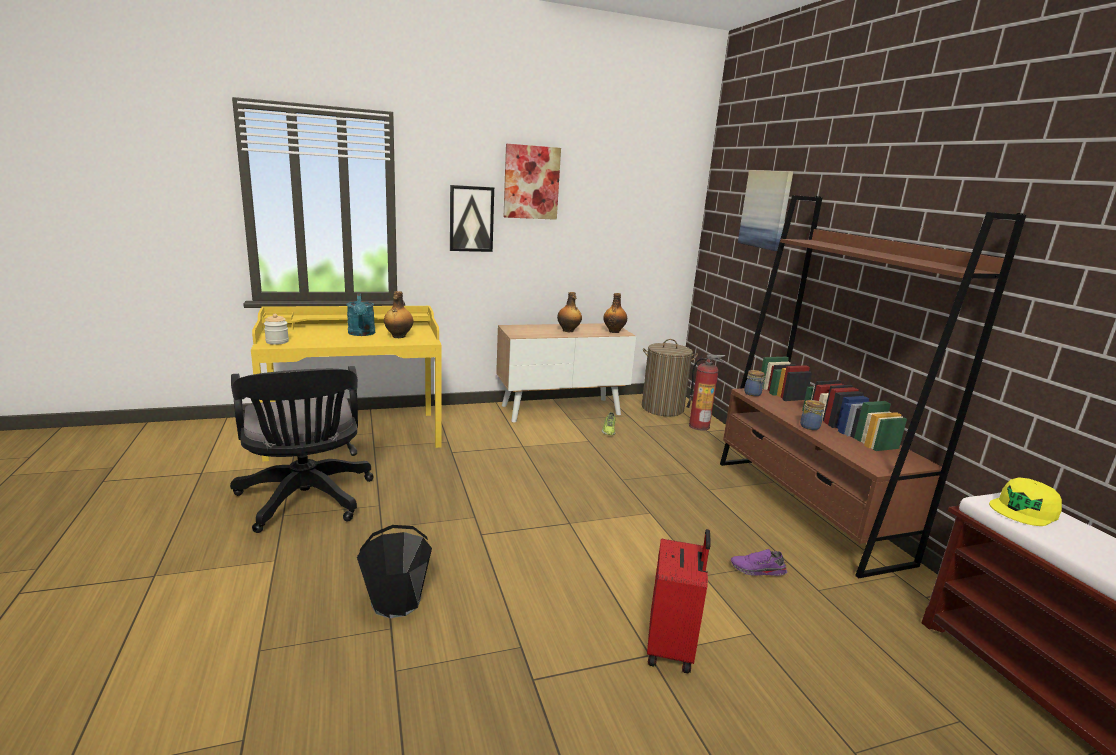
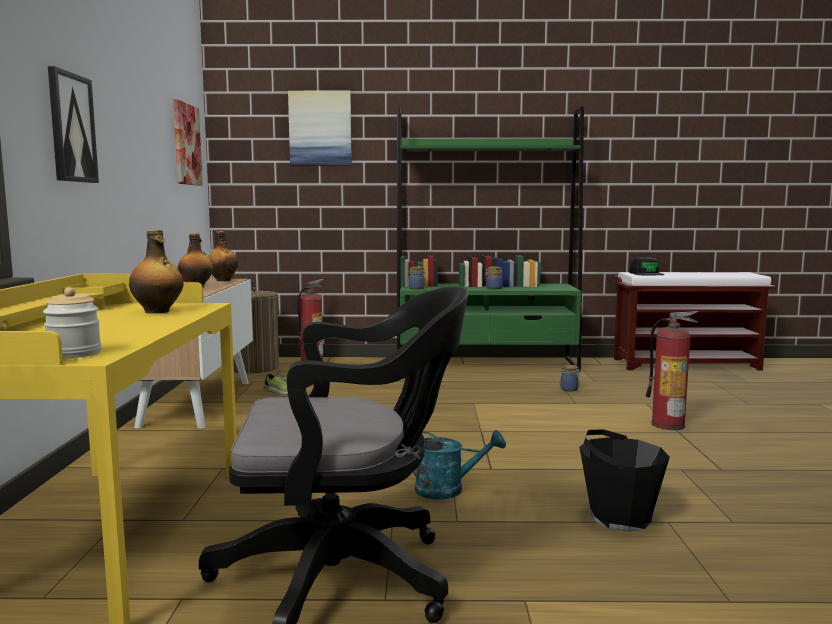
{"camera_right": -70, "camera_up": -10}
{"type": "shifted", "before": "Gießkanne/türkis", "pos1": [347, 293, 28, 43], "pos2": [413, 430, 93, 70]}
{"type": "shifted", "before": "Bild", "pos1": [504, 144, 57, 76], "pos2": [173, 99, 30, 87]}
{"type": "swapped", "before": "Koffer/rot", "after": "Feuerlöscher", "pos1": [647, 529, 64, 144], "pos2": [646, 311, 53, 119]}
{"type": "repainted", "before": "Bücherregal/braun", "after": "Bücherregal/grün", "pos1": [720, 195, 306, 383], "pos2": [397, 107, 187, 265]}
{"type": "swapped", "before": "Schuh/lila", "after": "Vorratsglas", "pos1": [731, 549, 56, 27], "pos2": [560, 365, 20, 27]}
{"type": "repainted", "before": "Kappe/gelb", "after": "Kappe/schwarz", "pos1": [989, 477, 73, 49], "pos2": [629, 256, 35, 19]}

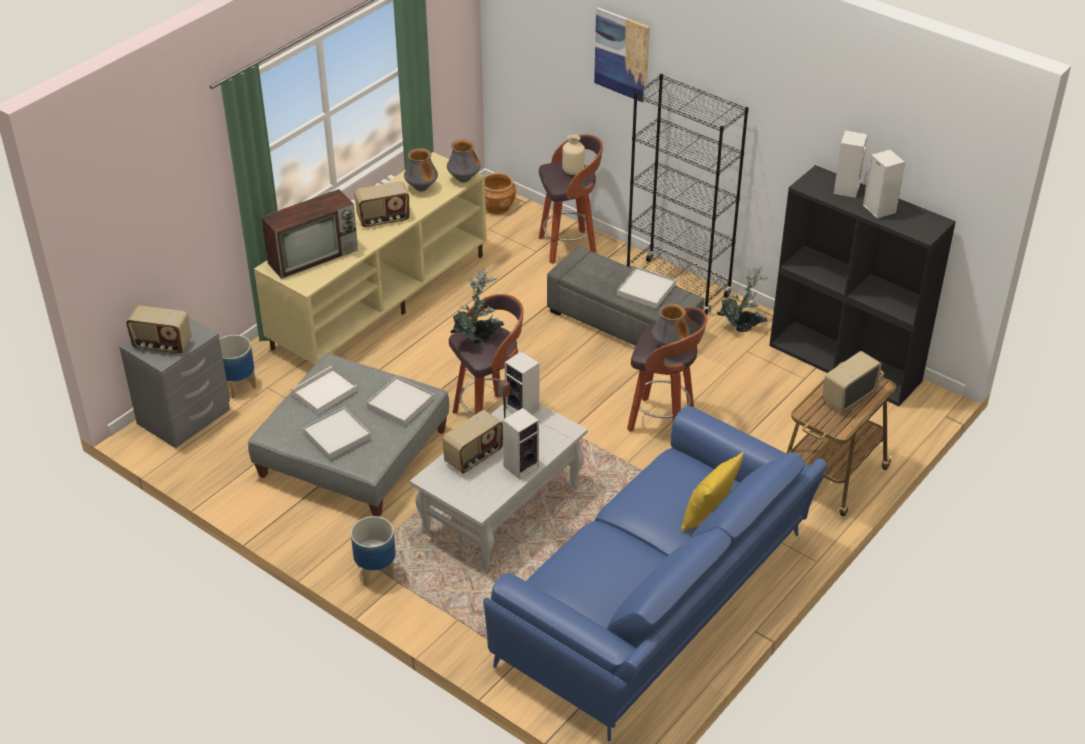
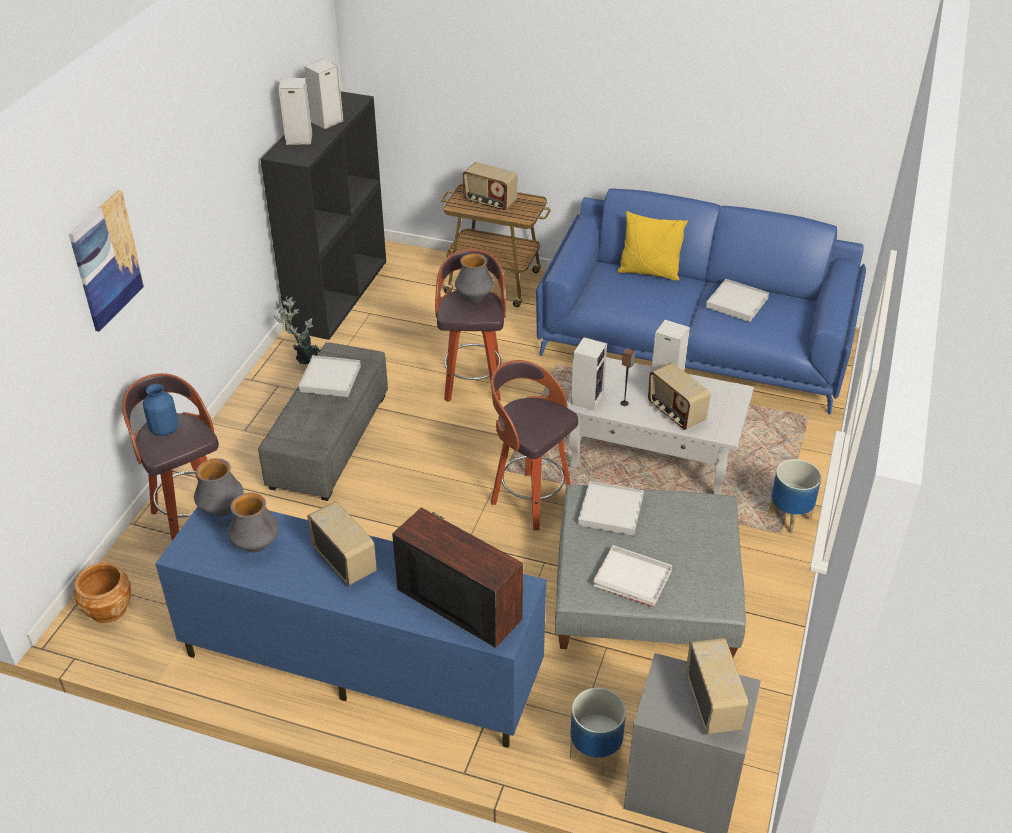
{"camera_right": -110, "camera_up": 0}
{"type": "repainted", "before": "Fernsehschrank/beige", "after": "Fernsehschrank/blau", "pos1": [254, 152, 233, 213], "pos2": [155, 507, 391, 241]}
{"type": "shifted", "before": "Tablett/weiß", "pos1": [303, 407, 68, 52], "pos2": [706, 279, 63, 43]}
{"type": "rotated", "before": "Radio", "pos1": [442, 410, 61, 64], "pos2": [648, 363, 63, 67], "turn": -150}
{"type": "gone", "before": "Topfpflanze", "pos1": [450, 268, 54, 77]}
{"type": "repainted", "before": "Vase/beige", "after": "Vase/blau", "pos1": [562, 134, 23, 41], "pos2": [143, 384, 35, 52]}
{"type": "gone", "before": "Bücherregal/schwarz", "pos1": [627, 74, 122, 240]}

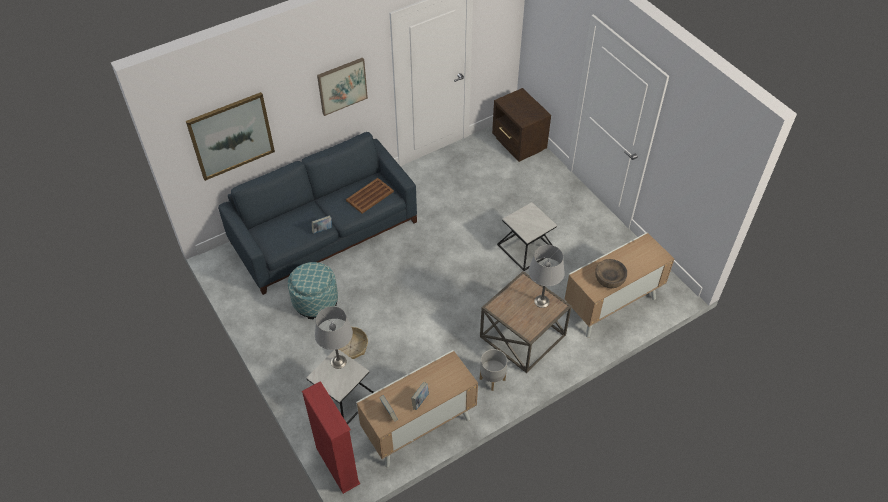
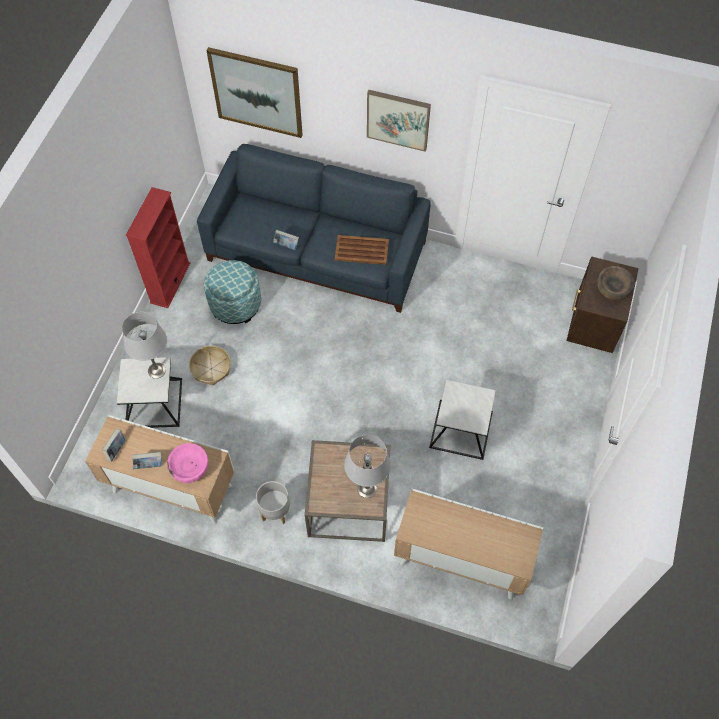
{"camera_right": 50, "camera_up": 10}
{"type": "shifted", "before": "Bücherregal/rot", "pos1": [302, 381, 58, 113], "pos2": [126, 187, 64, 121]}
{"type": "shifted", "before": "Schüssel/braun", "pos1": [595, 259, 32, 29], "pos2": [597, 266, 38, 34]}
{"type": "new", "after": "Schüssel/rosa", "pos2": [167, 443, 42, 40]}

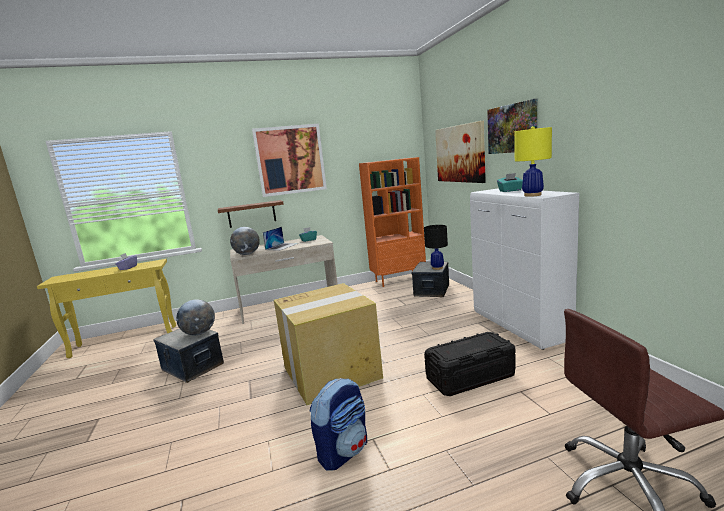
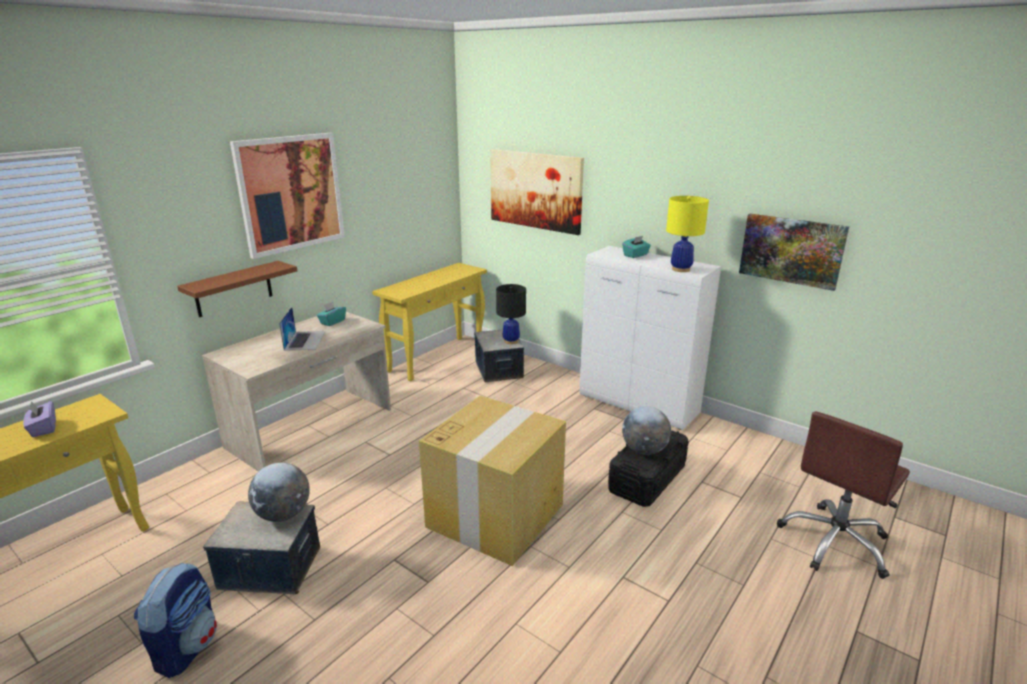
{"camera_right": -35, "camera_up": 10}
{"type": "shifted", "before": "Globus", "pos1": [230, 227, 30, 28], "pos2": [622, 406, 49, 49]}
{"type": "shifted", "before": "Rucksack", "pos1": [310, 378, 57, 92], "pos2": [134, 563, 83, 115]}
{"type": "swapped", "before": "Bücherregal/orange", "after": "Konsolentisch/gelb", "pos1": [359, 157, 67, 130], "pos2": [372, 263, 115, 119]}
{"type": "shifted", "before": "Bild", "pos1": [487, 99, 50, 55], "pos2": [739, 214, 110, 77]}

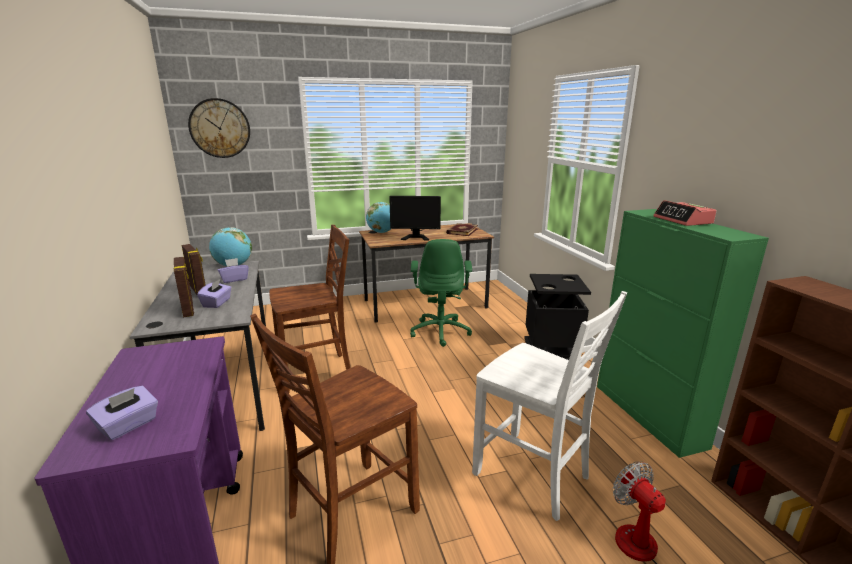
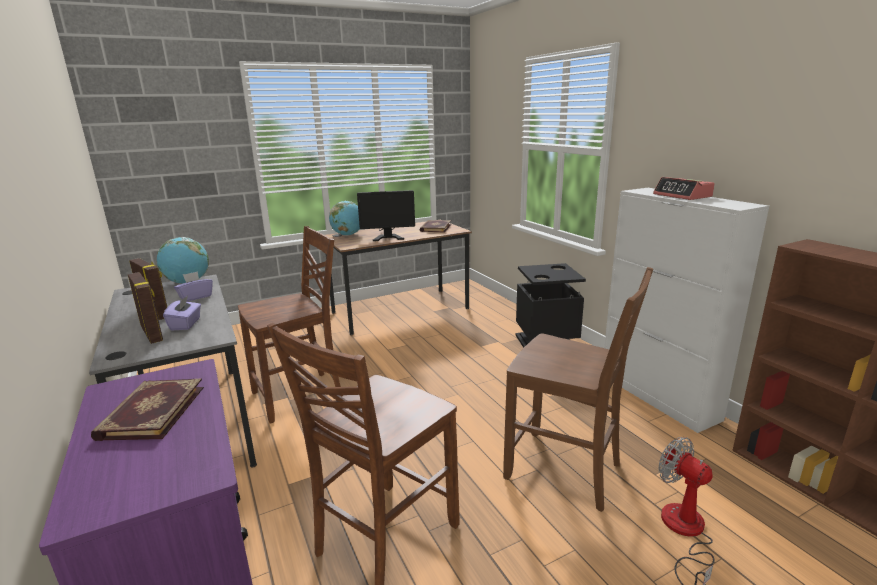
{"camera_right": -10, "camera_up": 0}
{"type": "gone", "before": "Taschentuchbox/lila", "pos1": [86, 386, 72, 54]}
{"type": "gone", "before": "Wanduhr", "pos1": [188, 98, 62, 60]}
{"type": "gone", "before": "Bürostuhl/grün", "pos1": [410, 239, 62, 108]}
{"type": "repainted", "before": "Stuhl/weiß", "after": "Stuhl/braun", "pos1": [472, 291, 155, 230], "pos2": [503, 267, 150, 245]}
{"type": "repainted", "before": "Schrank/grün", "after": "Schrank/weiß", "pos1": [597, 209, 172, 249], "pos2": [604, 188, 165, 245]}
{"type": "new", "after": "Buch", "pos2": [91, 379, 113, 62]}

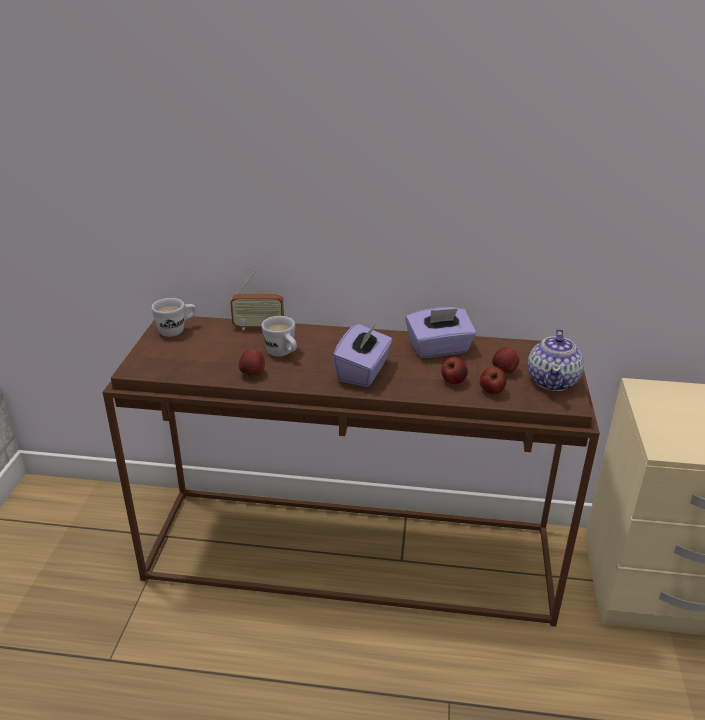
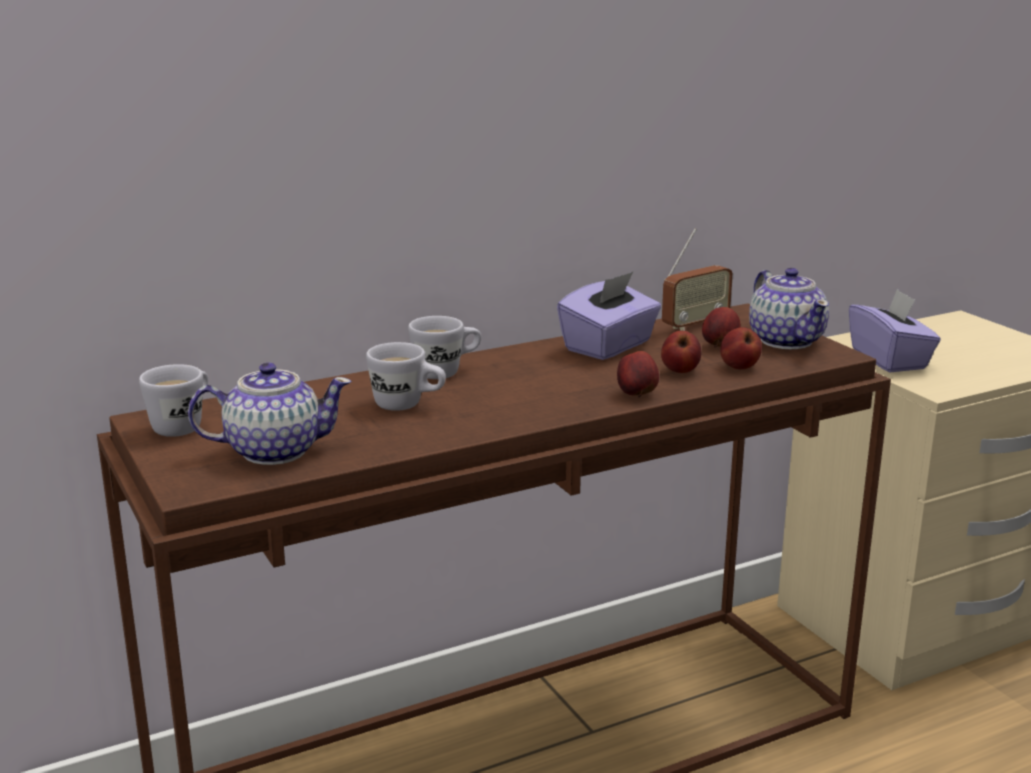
{"camera_right": -35, "camera_up": -10}
{"type": "shifted", "before": "Radio", "pos1": [230, 268, 54, 63], "pos2": [662, 229, 71, 102]}
{"type": "shifted", "before": "Apfel", "pos1": [239, 350, 26, 26], "pos2": [617, 351, 42, 46]}
{"type": "shifted", "before": "Taschentuchbox/lila", "pos1": [333, 324, 59, 63], "pos2": [849, 289, 92, 83]}
{"type": "new", "after": "Teekanne", "pos2": [188, 362, 164, 103]}
{"type": "new", "after": "Henkelbecher/weiß", "pos2": [408, 316, 73, 63]}

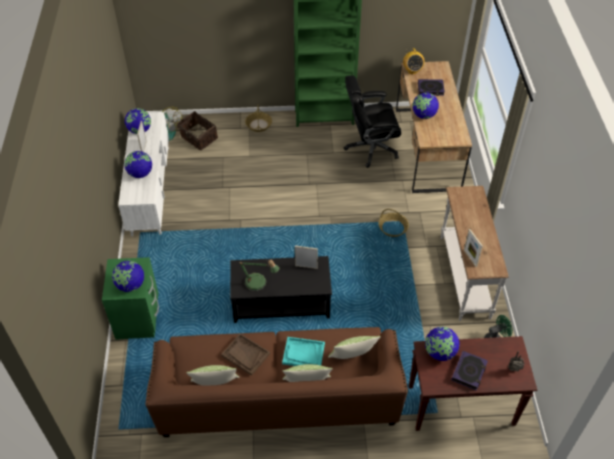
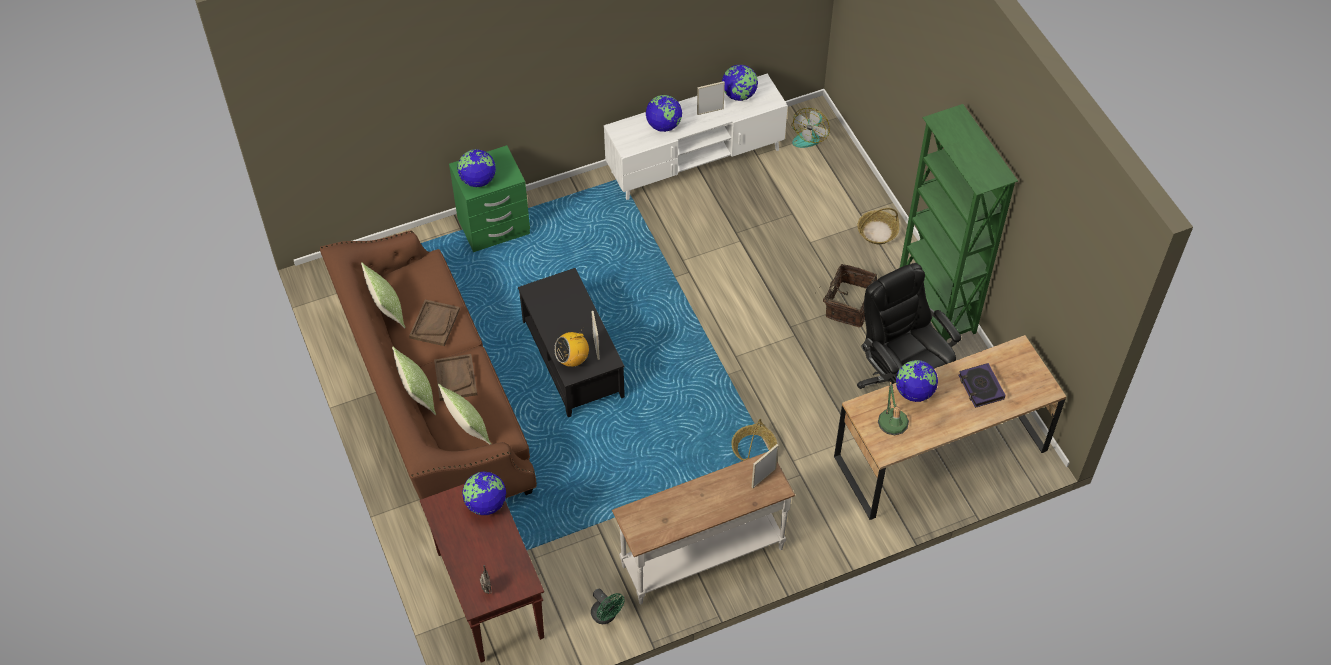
{"camera_right": 70, "camera_up": 5}
{"type": "shifted", "before": "Korb", "pos1": [177, 111, 41, 39], "pos2": [815, 264, 63, 63]}
{"type": "shifted", "before": "Tischlampe", "pos1": [240, 260, 39, 31], "pos2": [878, 381, 31, 54]}
{"type": "repainted", "before": "Tablett/türkis", "after": "Tablett/braun", "pos1": [282, 337, 43, 29], "pos2": [434, 354, 43, 47]}
{"type": "shifted", "before": "Radio", "pos1": [403, 48, 22, 26], "pos2": [554, 331, 35, 36]}
{"type": "gone", "before": "Buch", "pos1": [451, 351, 37, 40]}
{"type": "shifted", "before": "Bilderrahmen", "pos1": [464, 229, 19, 38], "pos2": [752, 444, 27, 44]}

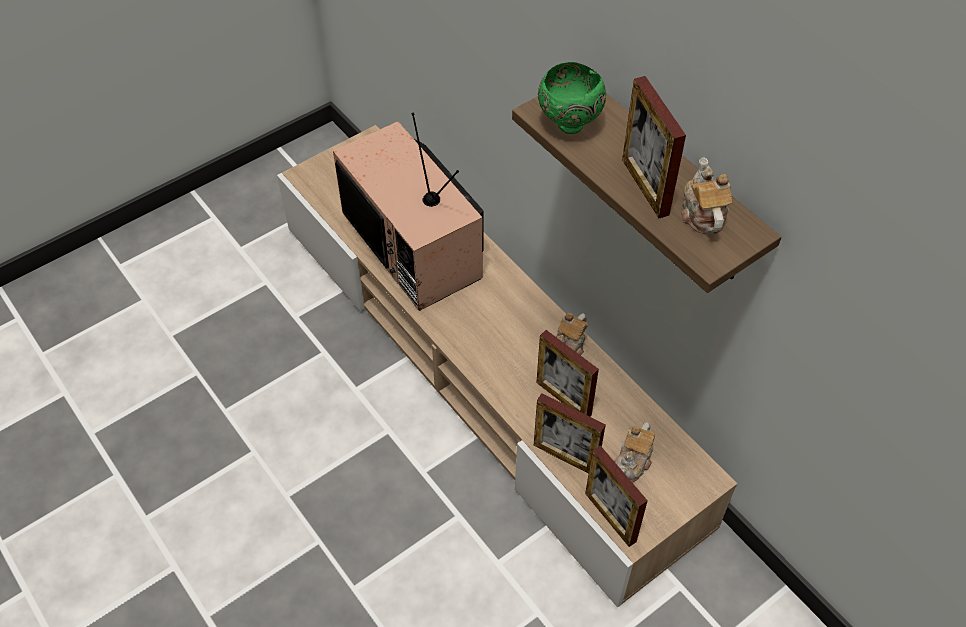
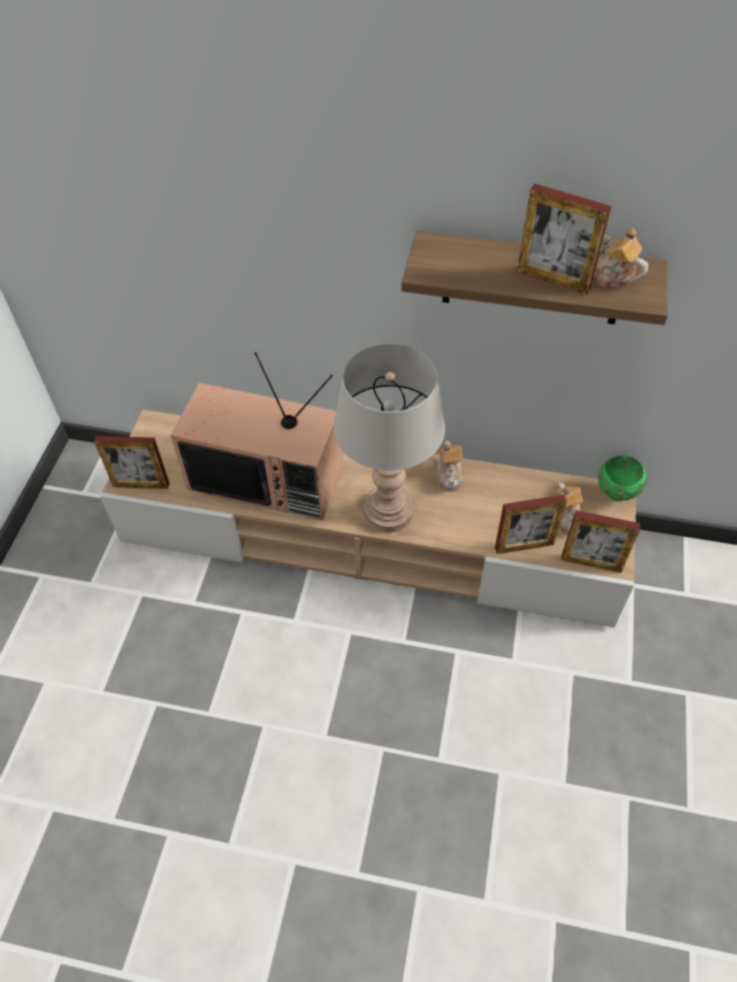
{"camera_right": -40, "camera_up": 0}
{"type": "shifted", "before": "Bilderrahmen", "pos1": [536, 330, 63, 87], "pos2": [94, 436, 75, 53]}
{"type": "shifted", "before": "Schüssel/grün", "pos1": [538, 62, 68, 72], "pos2": [598, 456, 49, 45]}
{"type": "new", "after": "Tischlampe/grau", "pos2": [333, 343, 112, 189]}

